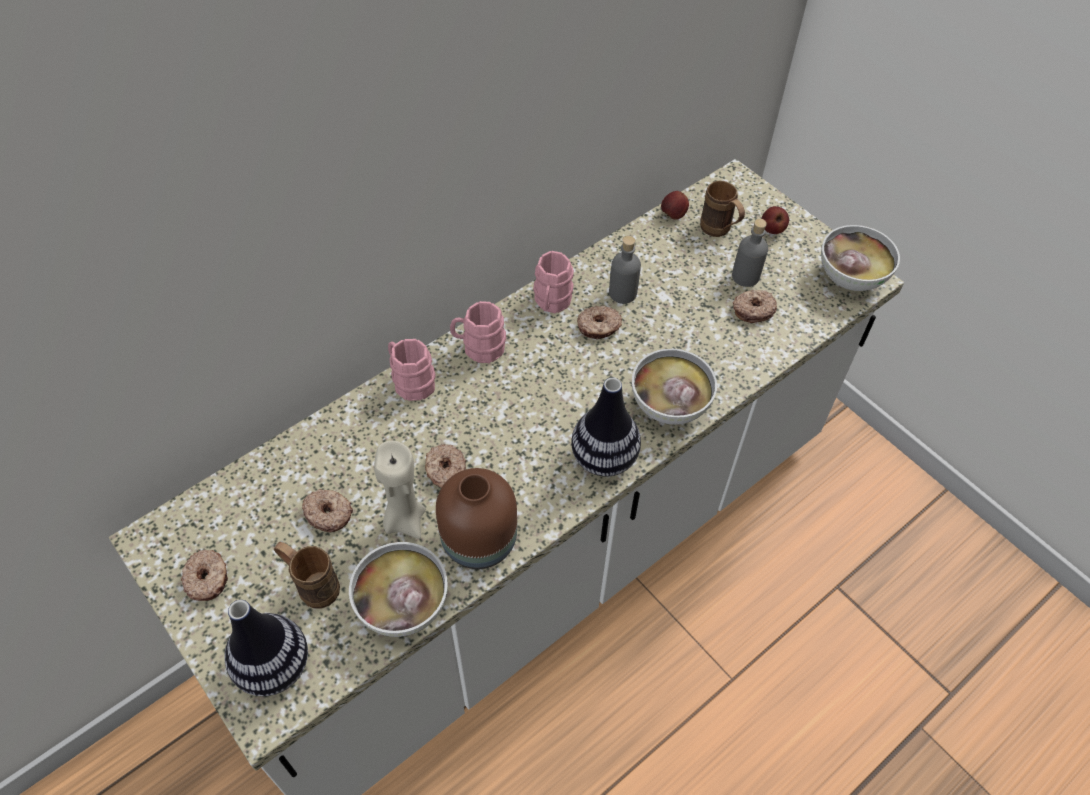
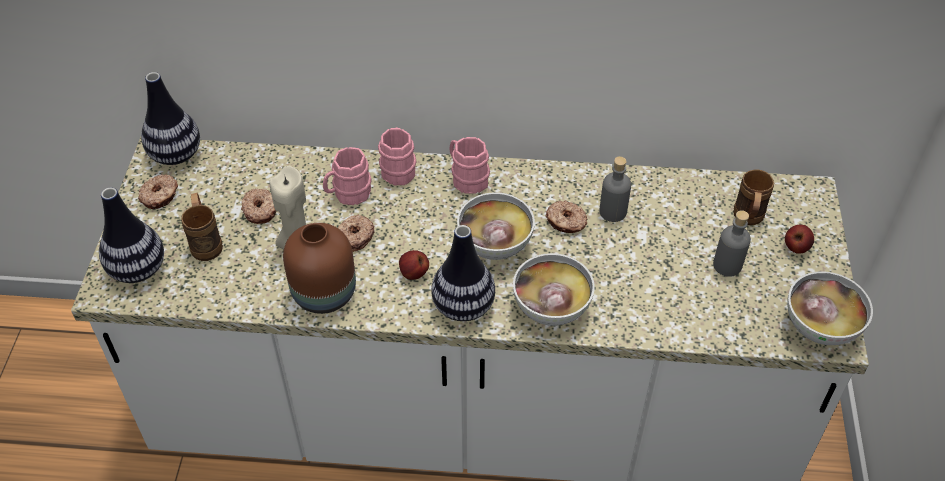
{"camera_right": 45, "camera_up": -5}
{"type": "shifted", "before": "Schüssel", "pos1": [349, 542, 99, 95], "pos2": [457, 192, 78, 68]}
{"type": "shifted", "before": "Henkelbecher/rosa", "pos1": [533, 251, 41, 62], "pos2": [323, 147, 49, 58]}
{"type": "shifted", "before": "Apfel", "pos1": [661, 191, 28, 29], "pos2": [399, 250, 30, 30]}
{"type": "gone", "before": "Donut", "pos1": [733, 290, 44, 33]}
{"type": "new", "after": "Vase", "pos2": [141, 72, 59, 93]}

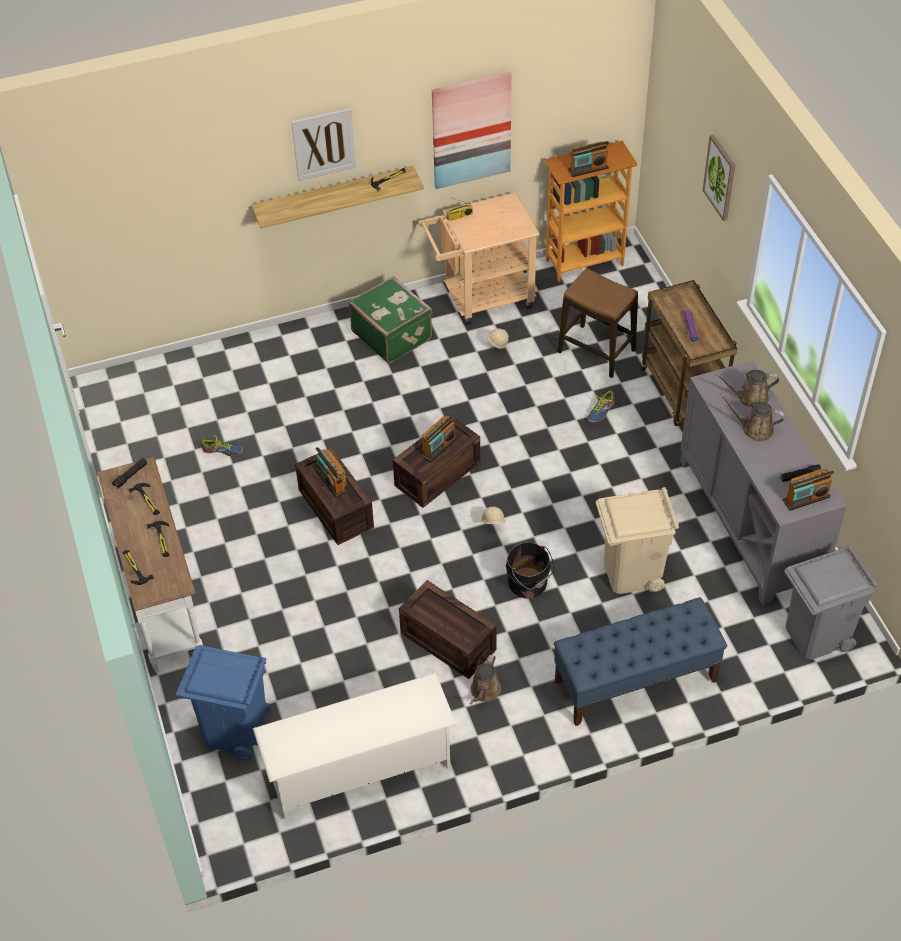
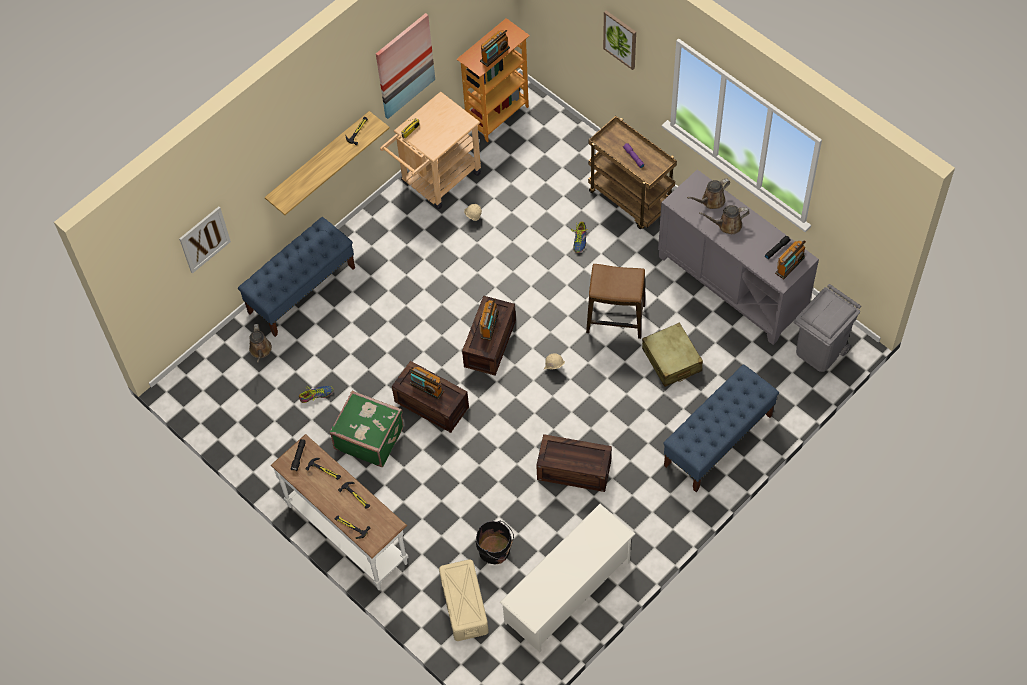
{"camera_right": -25, "camera_up": 10}
{"type": "swapped", "before": "Mülleimer/blau", "after": "Aufbewahrungsbox/beige", "pos1": [176, 645, 94, 115], "pos2": [439, 559, 50, 82]}
{"type": "shifted", "before": "Bild", "pos1": [291, 108, 65, 73], "pos2": [179, 207, 52, 67]}
{"type": "shifted", "before": "Koffer/grün", "pos1": [349, 276, 83, 88], "pos2": [329, 390, 74, 77]}
{"type": "shifted", "before": "Gießkanne/braun", "pos1": [470, 655, 31, 50], "pos2": [249, 324, 23, 39]}
{"type": "shifted", "before": "Eimer/schwarz", "pos1": [506, 542, 48, 57], "pos2": [476, 521, 38, 43]}
{"type": "shifted", "before": "Hocker", "pos1": [558, 268, 80, 110], "pos2": [586, 264, 59, 75]}
{"type": "swapped", "before": "Mülleimer/beige", "after": "Koffer/beige", "pos1": [596, 487, 83, 107], "pos2": [642, 322, 61, 65]}
{"type": "new", "after": "Bank/blau", "pos2": [238, 217, 117, 120]}

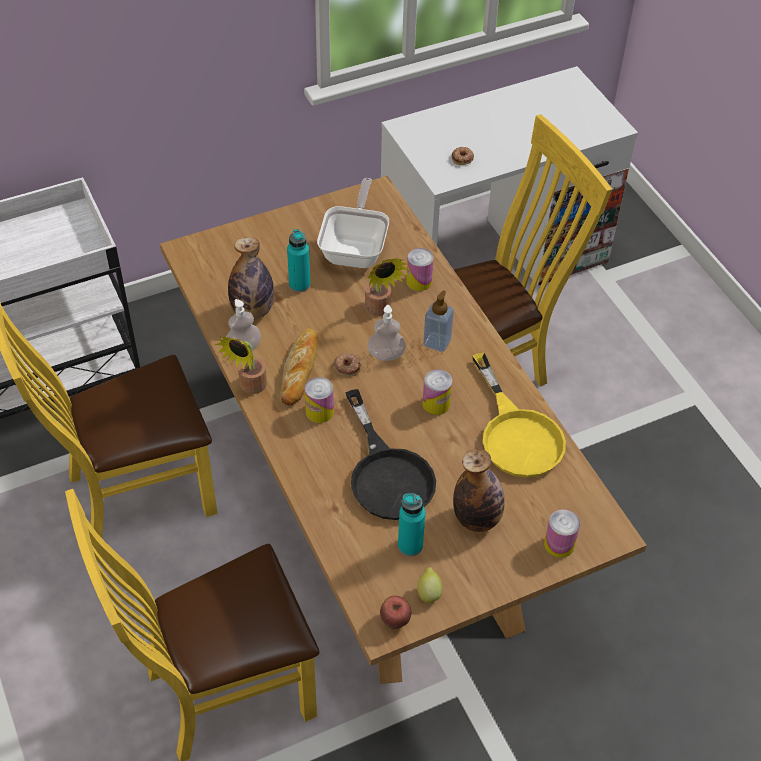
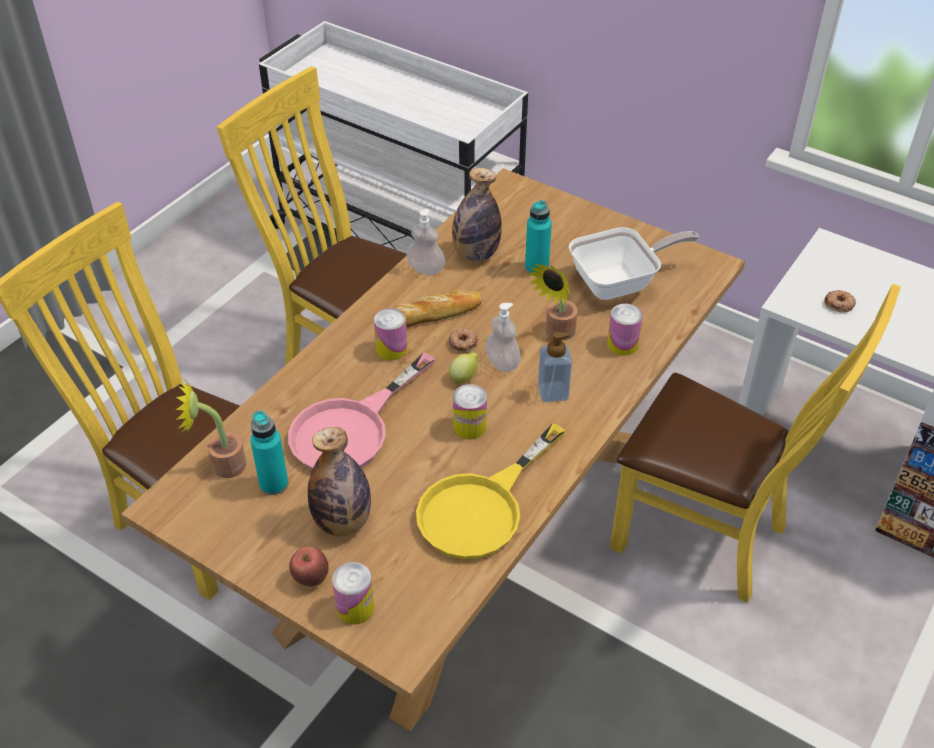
{"camera_right": 60, "camera_up": -5}
{"type": "shifted", "before": "Topfpflanze", "pos1": [215, 337, 52, 57], "pos2": [176, 380, 70, 98]}
{"type": "repainted", "before": "Pfanne/schwarz", "after": "Pfanne/rosa", "pos1": [345, 389, 91, 131], "pos2": [288, 352, 147, 118]}
{"type": "shifted", "before": "Apfel", "pos1": [380, 596, 31, 33], "pos2": [289, 547, 40, 40]}
{"type": "shifted", "before": "Zitrone", "pos1": [417, 567, 25, 37], "pos2": [449, 352, 30, 31]}

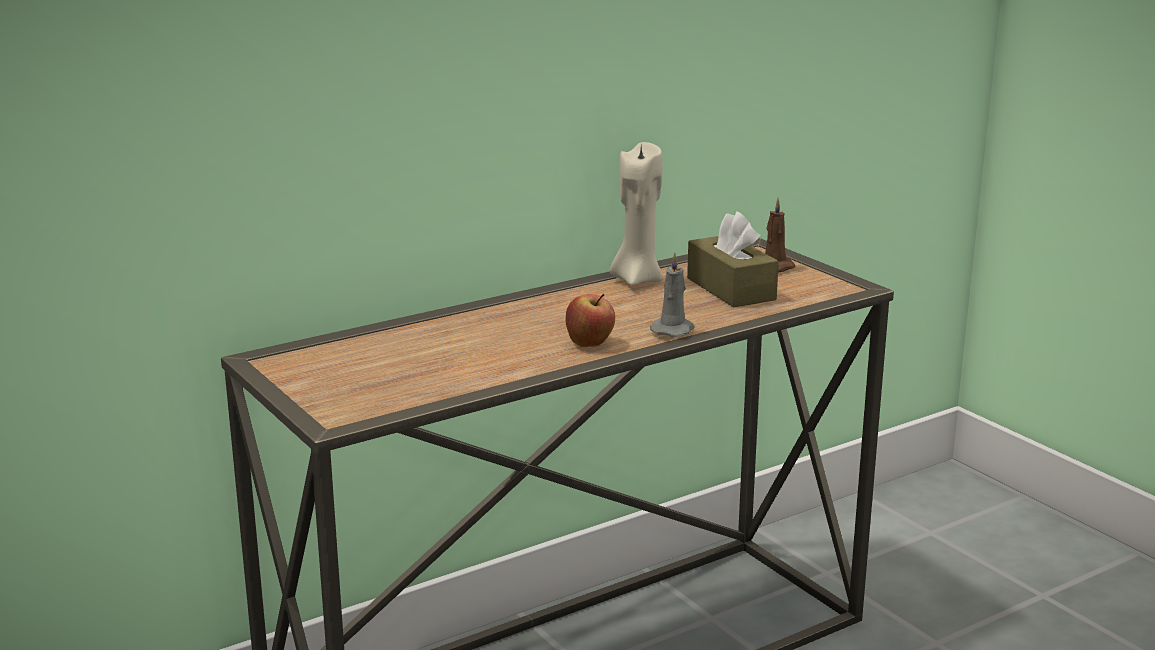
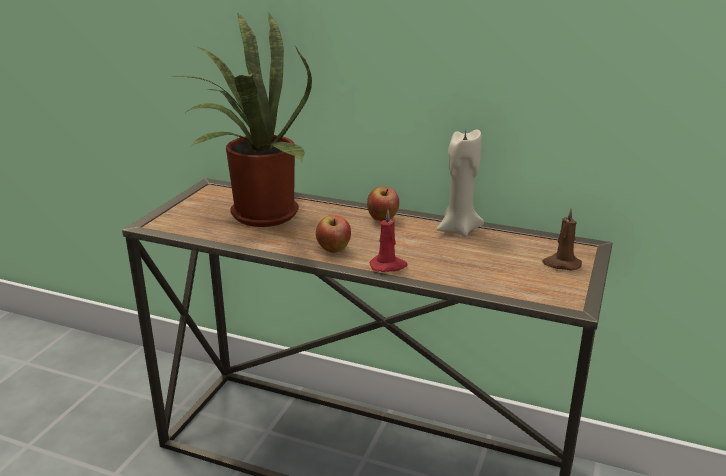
{"camera_right": 55, "camera_up": 5}
{"type": "repainted", "before": "Kerze/grau", "after": "Kerze/rot", "pos1": [650, 253, 45, 84], "pos2": [369, 210, 39, 62]}
{"type": "gone", "before": "Taschentuchbox/braun", "pos1": [687, 211, 92, 96]}
{"type": "new", "after": "Topfpflanze", "pos2": [177, 13, 135, 214]}
{"type": "new", "after": "Apfel", "pos2": [367, 187, 32, 34]}

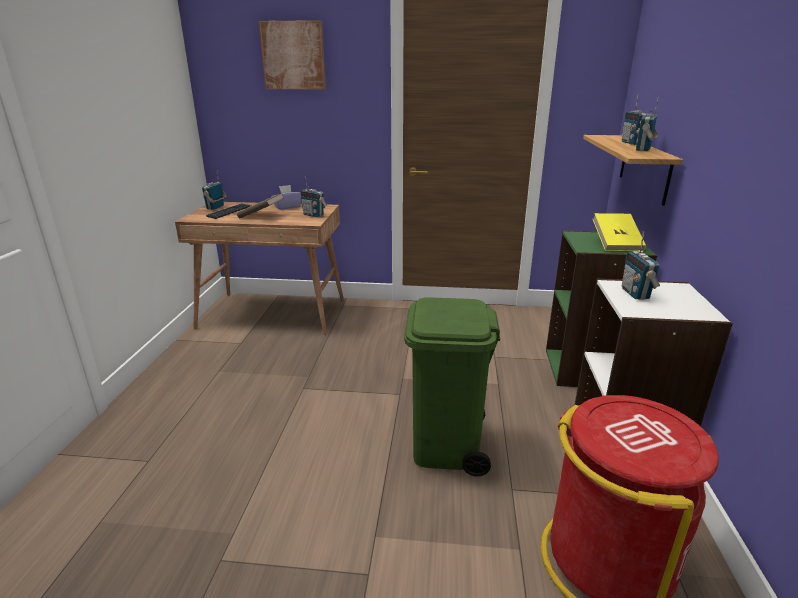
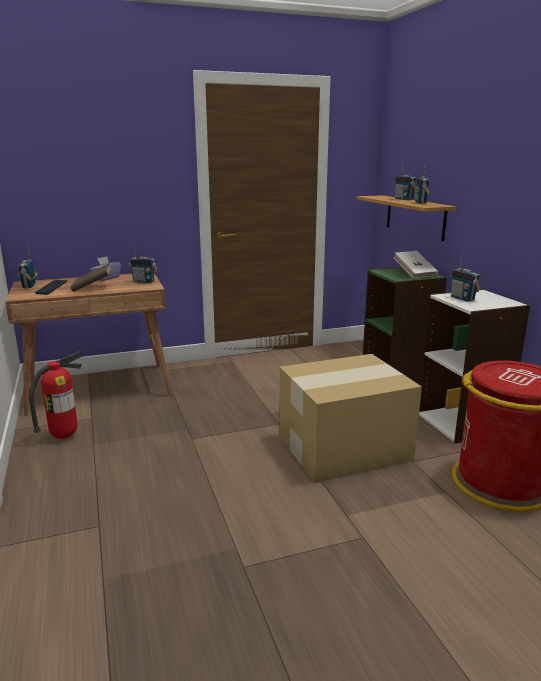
{"camera_right": -25, "camera_up": -5}
{"type": "gone", "before": "Bild", "pos1": [258, 20, 68, 70]}
{"type": "swapped", "before": "Mülleimer/grün", "after": "Karton", "pos1": [404, 297, 96, 179], "pos2": [279, 354, 143, 129]}
{"type": "repainted", "before": "Buch/gelb", "after": "Buch/weiß", "pos1": [593, 213, 53, 38], "pos2": [393, 251, 45, 27]}
{"type": "new", "after": "Feuerlöscher", "pos2": [29, 351, 55, 88]}

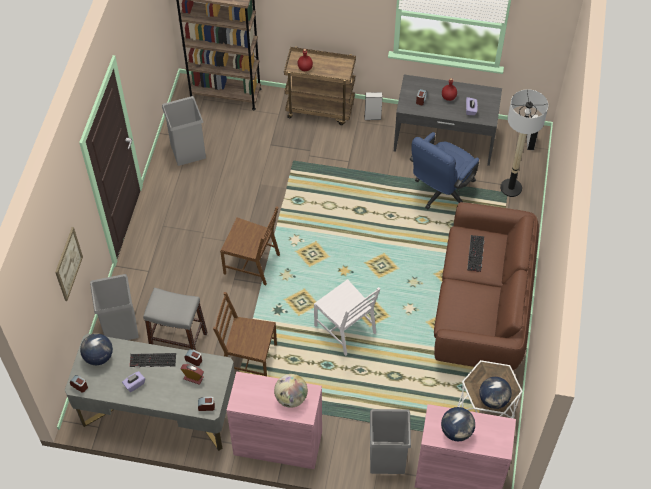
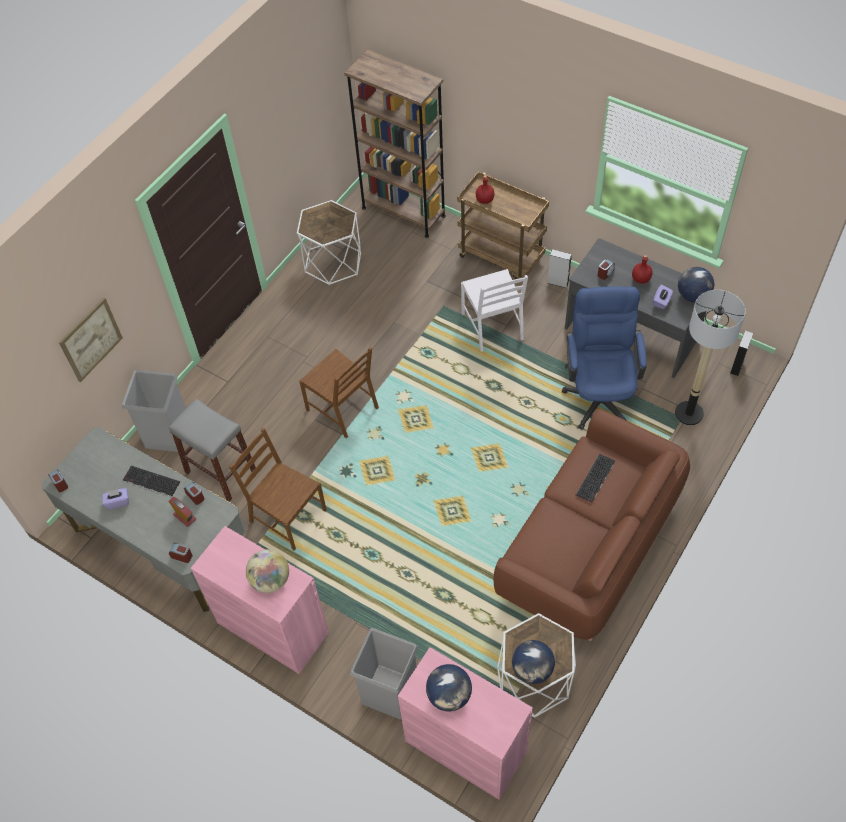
{"camera_right": 25, "camera_up": 0}
{"type": "shifted", "before": "Globus", "pos1": [80, 333, 33, 32], "pos2": [678, 267, 36, 35]}
{"type": "swapped", "before": "Mülleimer/grau", "after": "Beistelltisch/weiß", "pos1": [162, 96, 44, 70], "pos2": [297, 200, 64, 85]}
{"type": "shifted", "before": "Stuhl/weiß", "pos1": [314, 279, 66, 77], "pos2": [461, 269, 67, 83]}
{"type": "rotated", "before": "Bürostuhl/blau", "pos1": [410, 132, 69, 77], "pos2": [562, 286, 85, 144], "turn": 120}

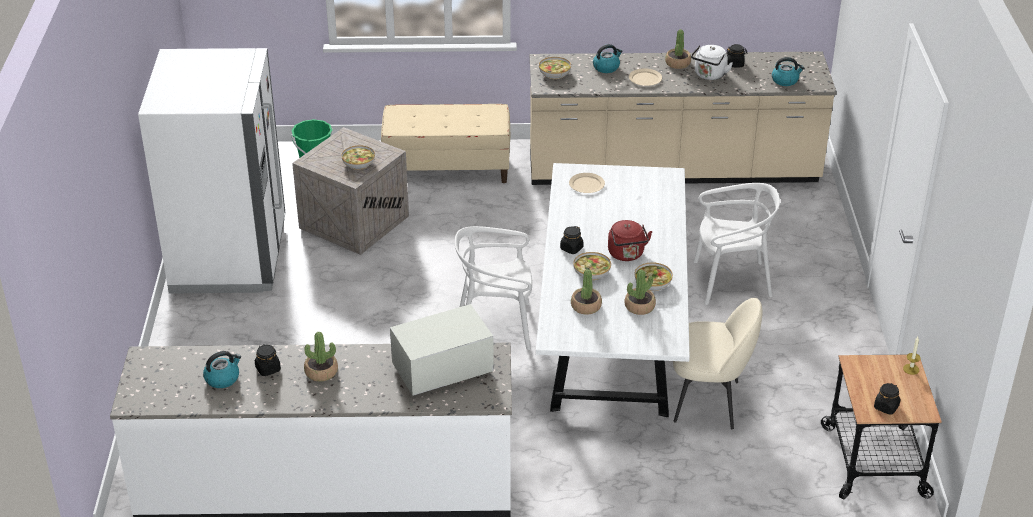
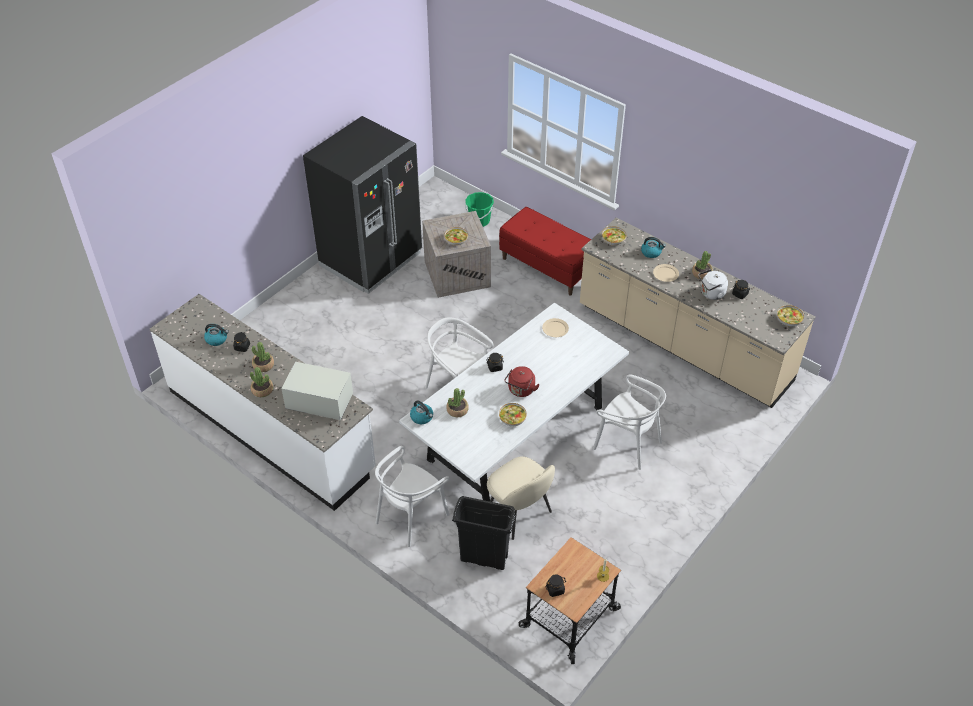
{"camera_right": 40, "camera_up": 10}
{"type": "repainted", "before": "Kühlschrank/weiß", "after": "Kühlschrank/schwarz", "pos1": [138, 48, 147, 246], "pos2": [303, 116, 119, 178]}
{"type": "repainted", "before": "Bank/beige", "after": "Bank/rot", "pos1": [381, 104, 129, 79], "pos2": [499, 207, 92, 89]}
{"type": "shifted", "before": "Schüssel", "pos1": [574, 252, 37, 28], "pos2": [777, 305, 27, 22]}
{"type": "shifted", "before": "Topfpflanze", "pos1": [624, 269, 32, 46], "pos2": [250, 367, 23, 30]}
{"type": "shifted", "before": "Wasserkessel", "pos1": [772, 57, 32, 29], "pos2": [410, 400, 23, 24]}
{"type": "new", "after": "Stuhl/weiß", "pos2": [375, 446, 75, 101]}
{"type": "new", "after": "Mülleimer/schwarz", "pos2": [452, 496, 64, 74]}

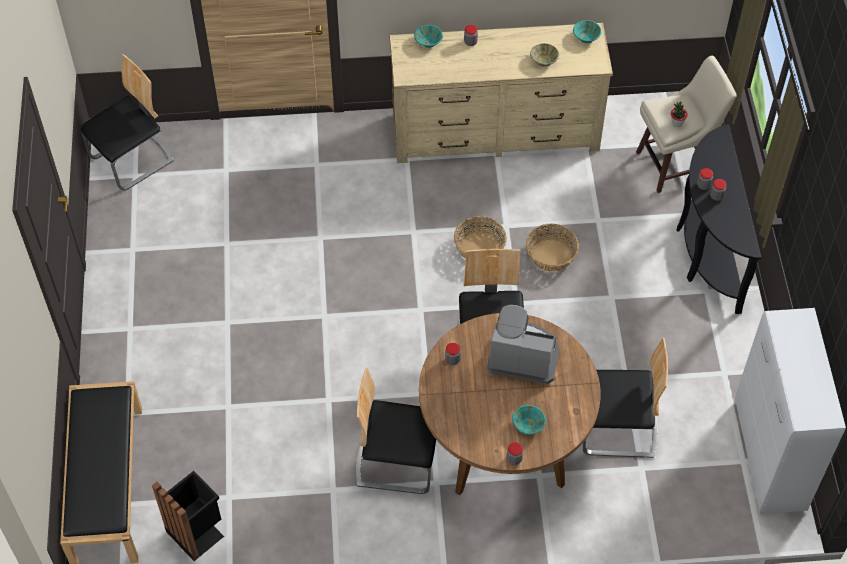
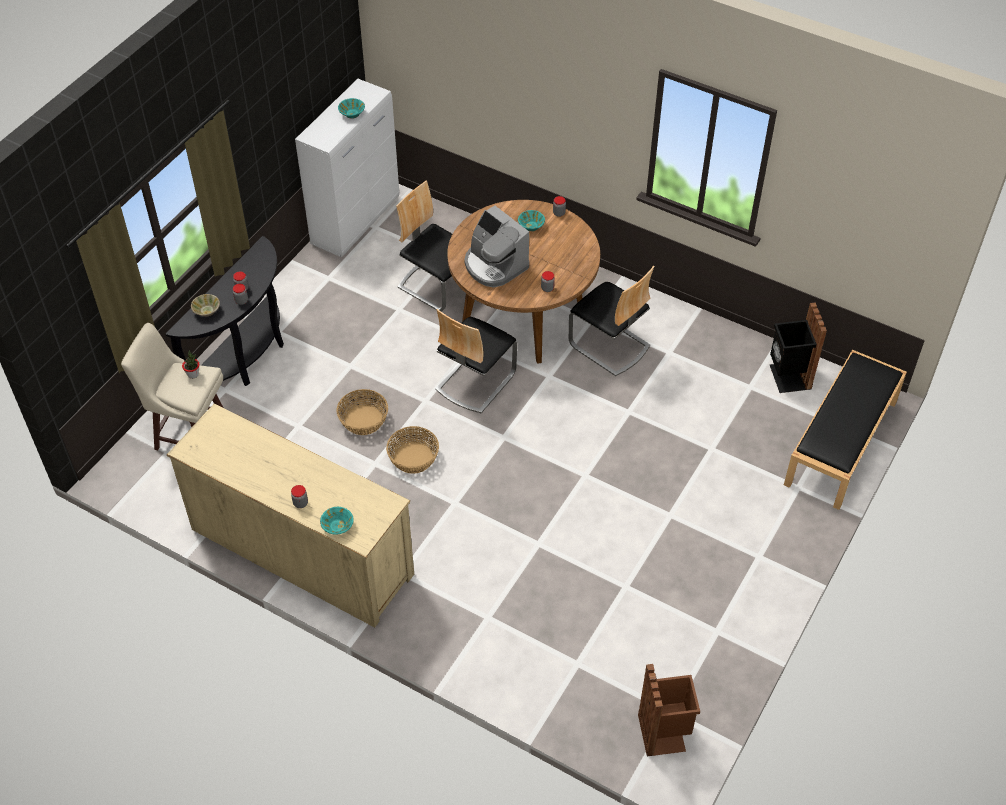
{"camera_right": -145, "camera_up": -5}
{"type": "swapped", "before": "Stuhl", "after": "Mülleimer/braun", "pos1": [81, 54, 93, 137], "pos2": [638, 664, 62, 92]}
{"type": "shifted", "before": "Schüssel/beige", "pos1": [530, 43, 29, 24], "pos2": [191, 294, 29, 23]}
{"type": "shifted", "before": "Schüssel/türkis", "pos1": [573, 20, 29, 23], "pos2": [338, 98, 27, 21]}

